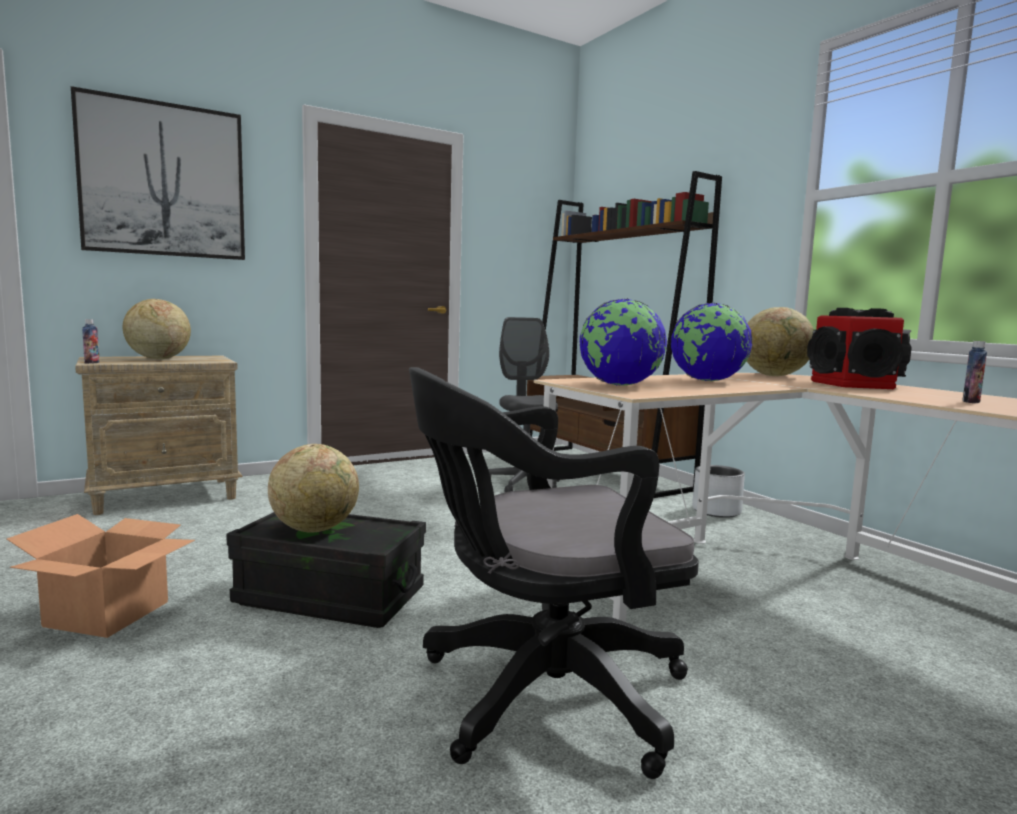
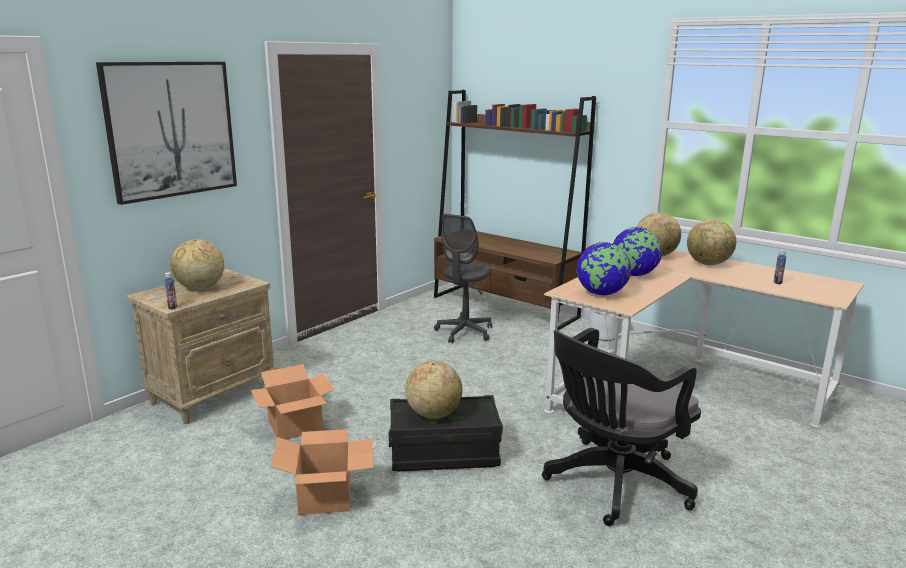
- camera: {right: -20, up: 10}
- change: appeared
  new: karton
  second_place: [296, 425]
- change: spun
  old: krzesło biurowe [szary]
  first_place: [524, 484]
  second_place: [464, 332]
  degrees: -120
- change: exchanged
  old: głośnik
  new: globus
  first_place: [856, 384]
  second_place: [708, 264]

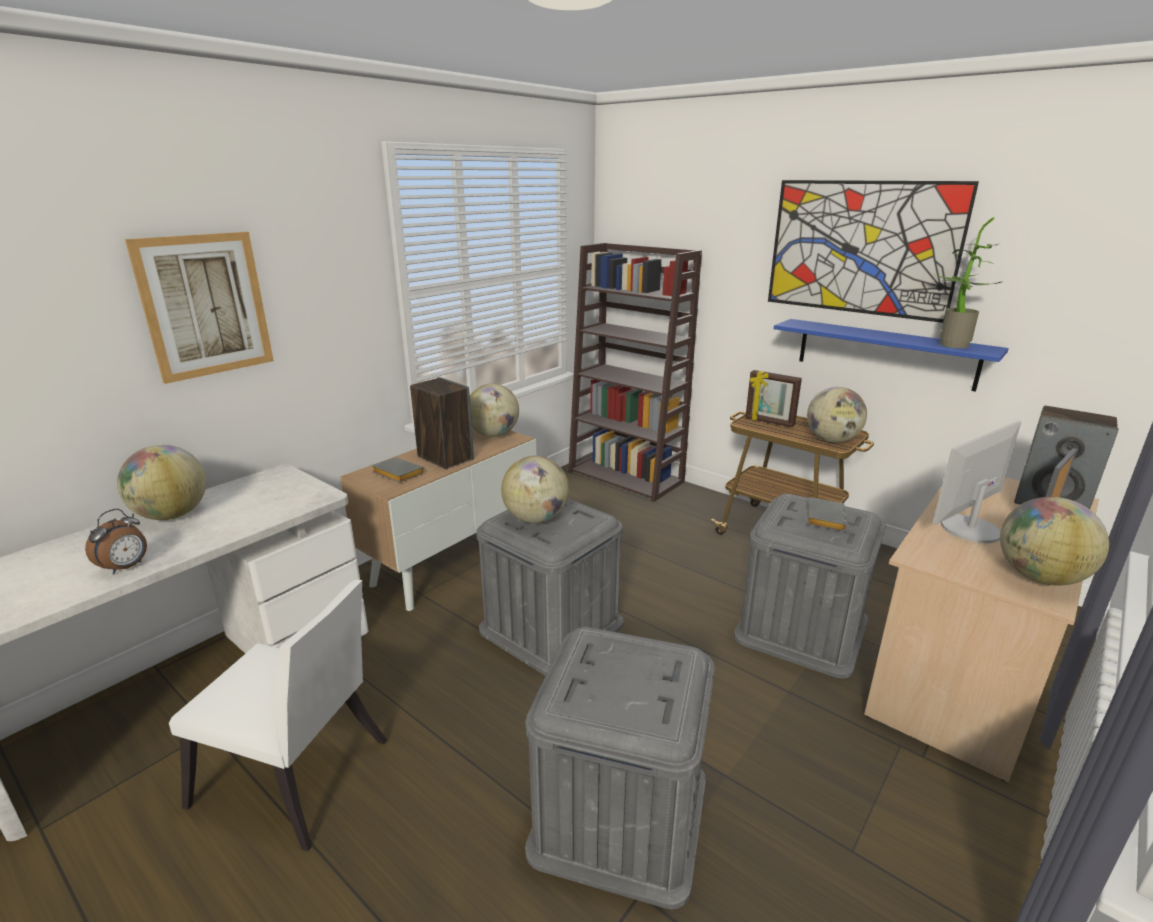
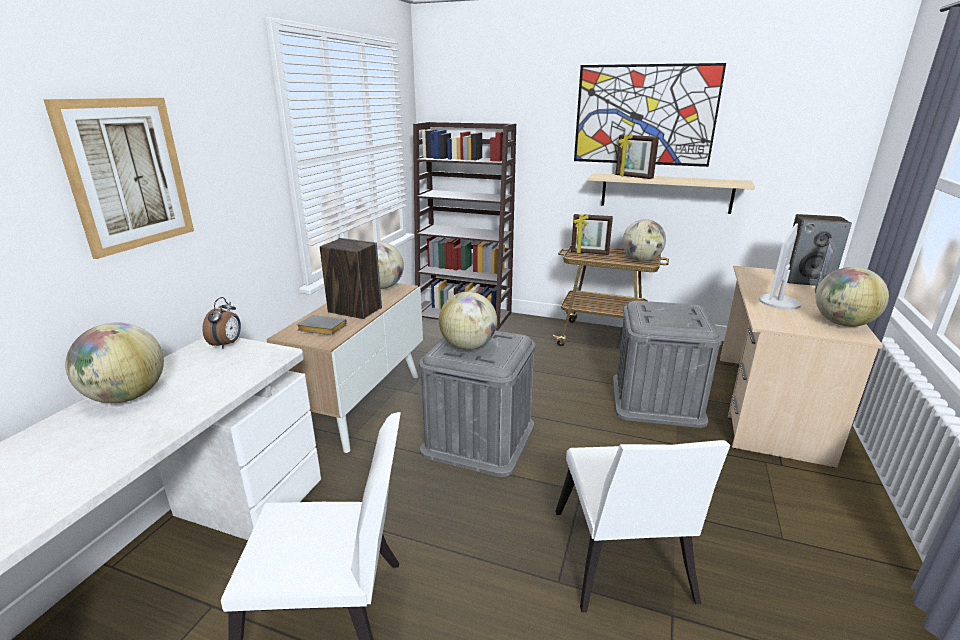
- camera: {right: -20, up: 0}
- change: relocated
  old: budzik
  first_place: [126, 567]
  second_place: [227, 344]
- change: exchanged
  old: pojemnik do przechowywania [szary]
  new: krzesło [biały]
  first_place: [620, 814]
  second_place: [621, 563]
- change: colour
  old: półka [niebieski]
  new: półka [beżowy]
  first_place: [885, 353]
  second_place: [666, 193]
- change: appeared
  new: ramka na zdjęcie
  second_place: [633, 177]
- change: missing
  old: książka [szary]
  first_place: [823, 518]
- change: missing
  old: roślina doniczkowa
  first_place: [949, 345]

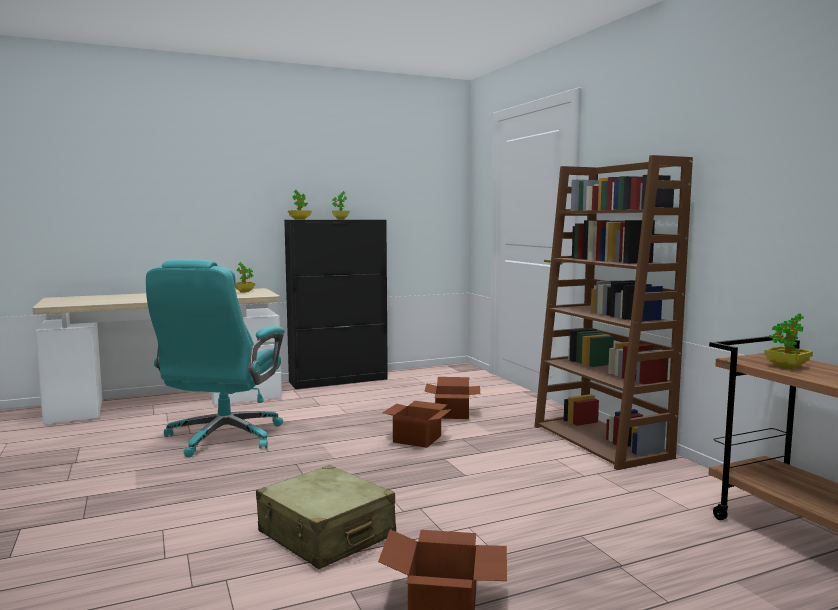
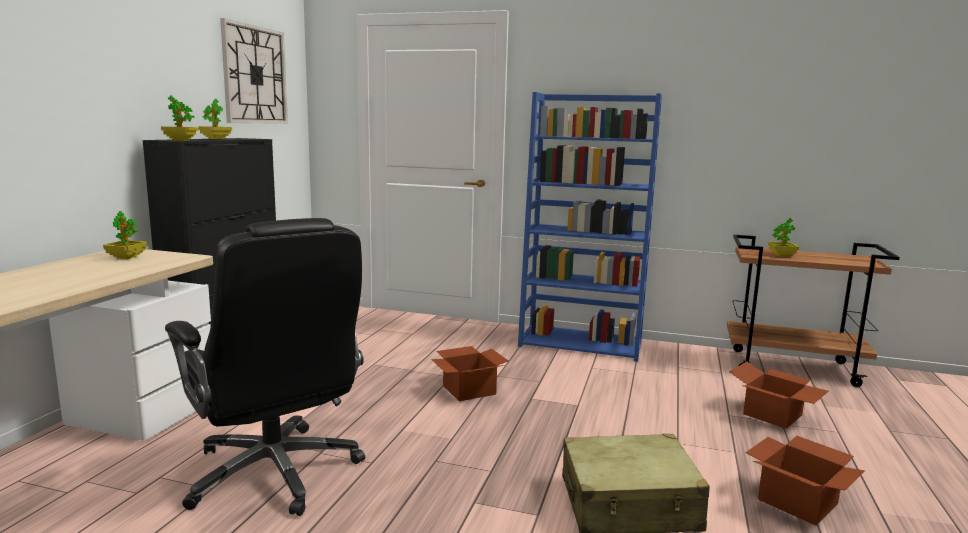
- camera: {right: -50, up: 5}
- change: colour
  old: krzesło biurowe [turkusowy]
  new: krzesło biurowe [czarny]
  first_place: [223, 437]
  second_place: [275, 473]
- change: appeared
  new: zegar ścienny
  second_place: [255, 75]
- change: colour
  old: regał [brązowy]
  new: regał [niebieski]
  first_place: [602, 441]
  second_place: [582, 343]
- change: relocated
  old: karton
  first_place: [451, 414]
  second_place: [773, 415]

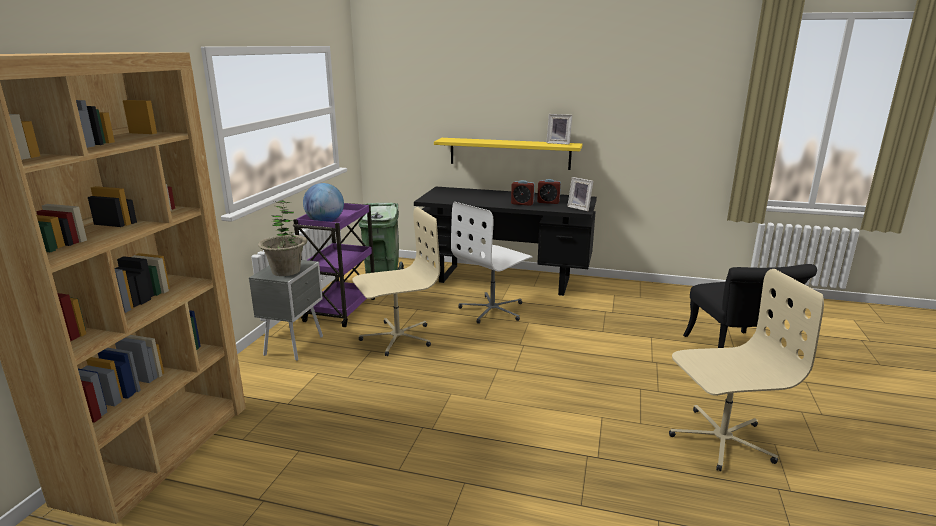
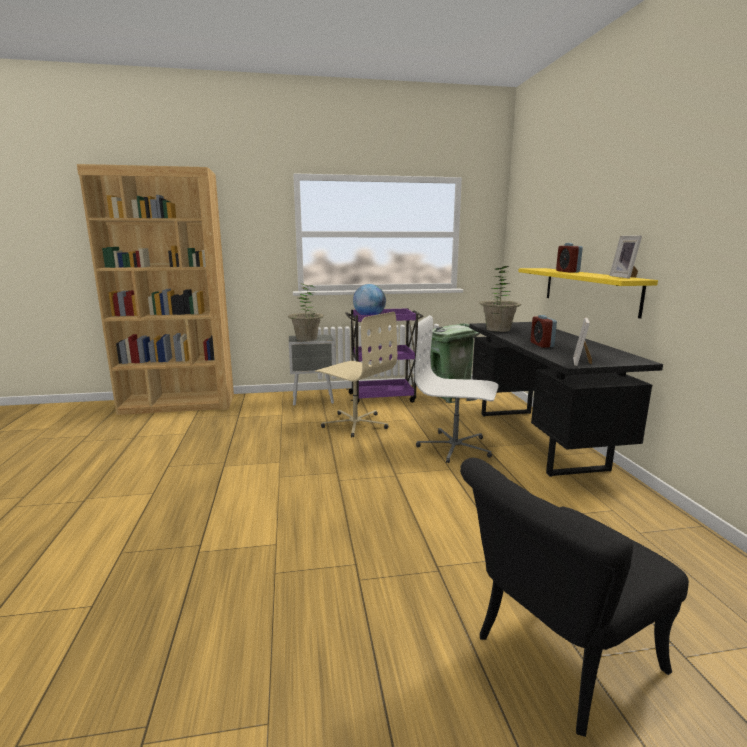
- camera: {right: 65, up: -5}
- change: appeared
  new: roślina doniczkowa
  second_place: [498, 329]
- change: relocated
  old: budzik
  first_place: [548, 202]
  second_place: [567, 271]
- change: missing
  old: krzesło biurowe [beżowy]
  first_place: [721, 439]

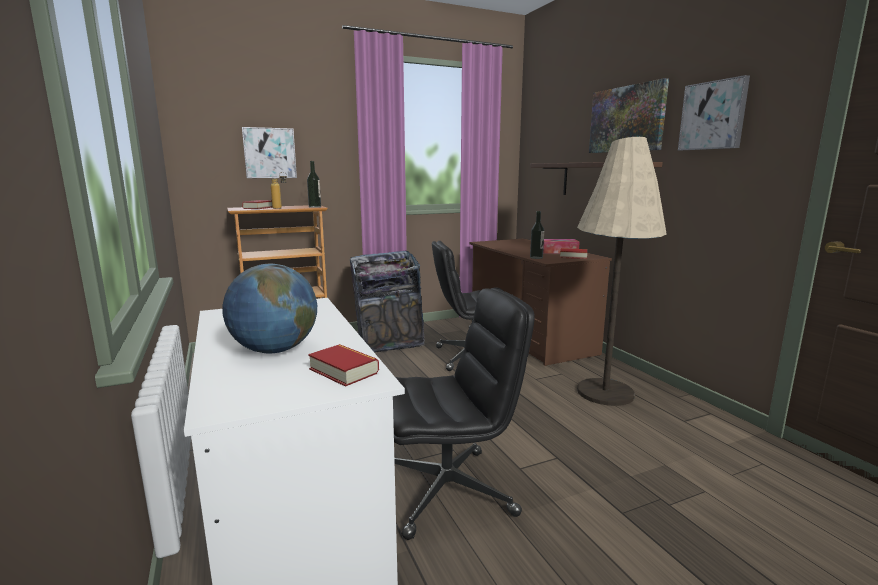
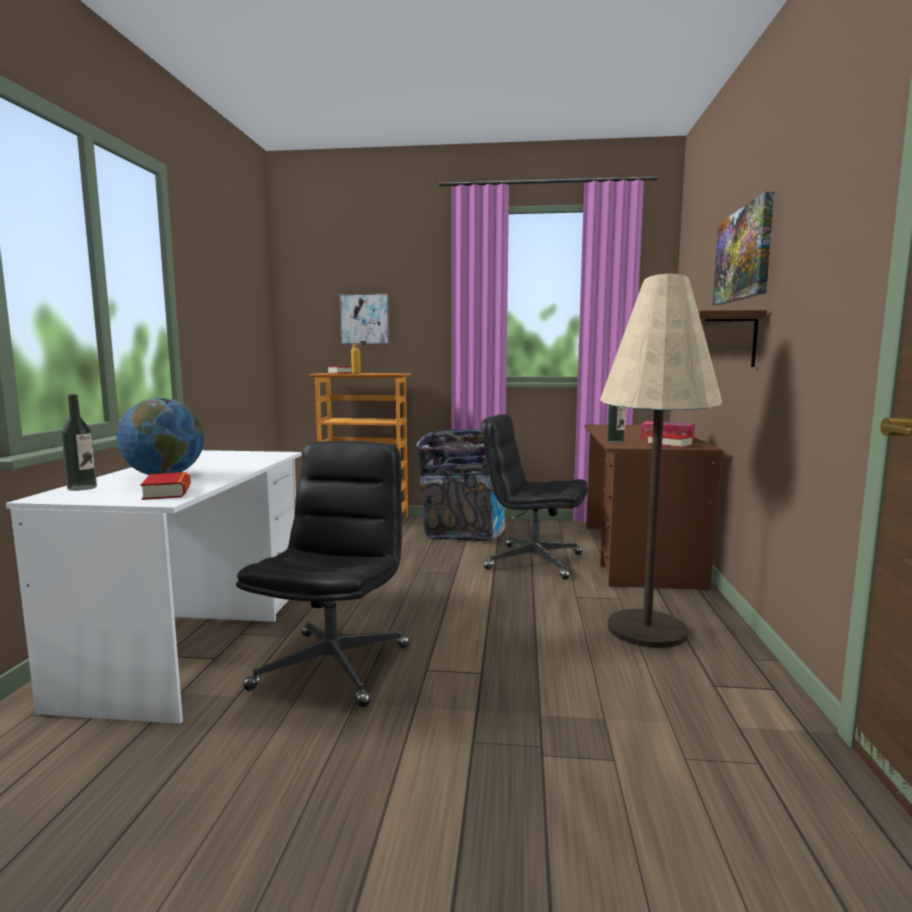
- camera: {right: 30, up: -5}
- change: relocated
  old: butelka
  first_place: [315, 207]
  second_place: [82, 488]
- change: spun
  old: krzesło biurowe [czarny]
  first_place: [448, 490]
  second_place: [333, 666]
  degrees: -90
- change: missing
  old: obraz
  first_place: [713, 115]

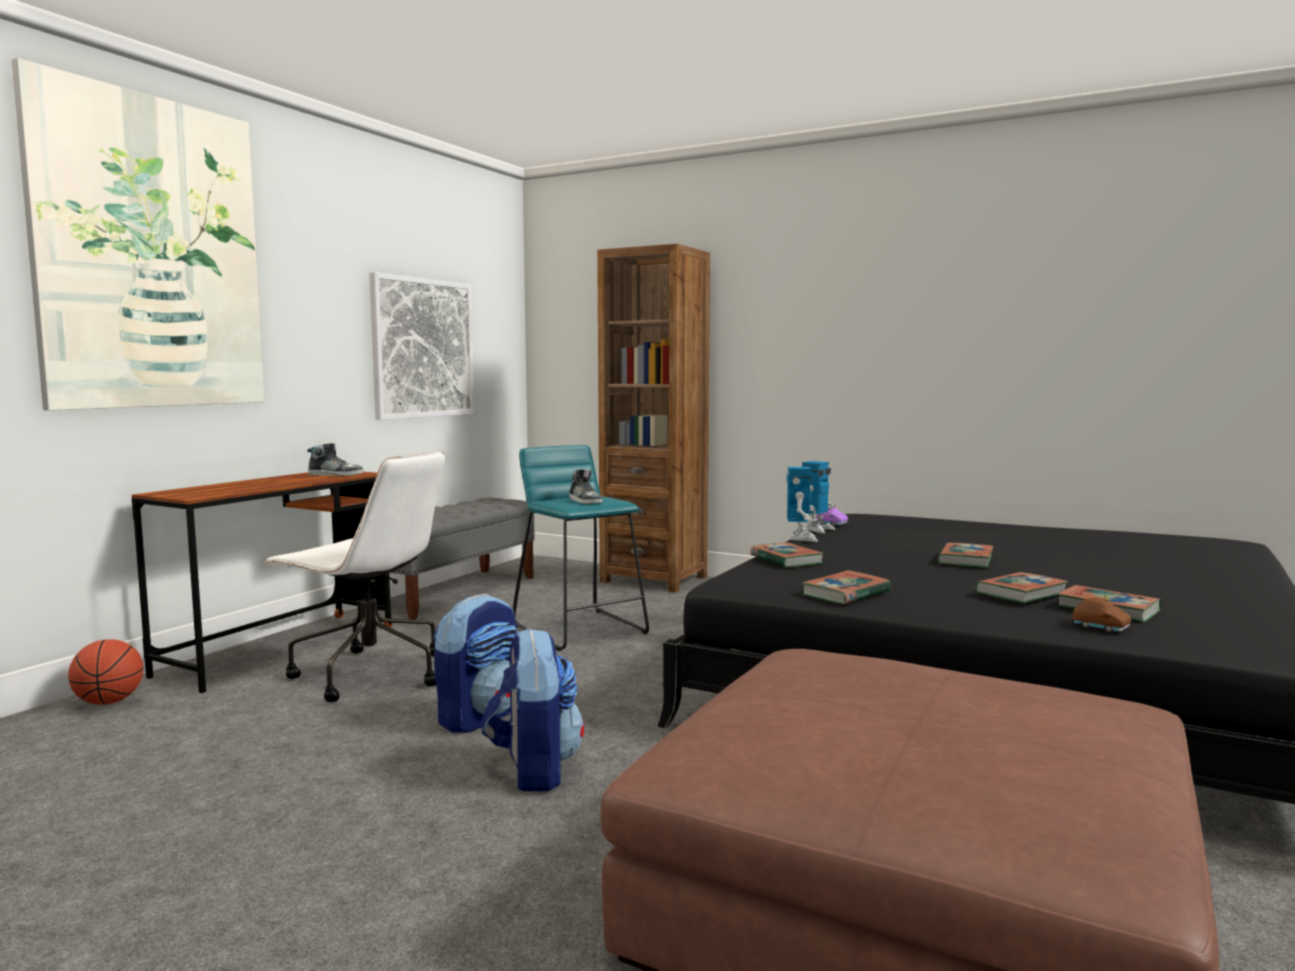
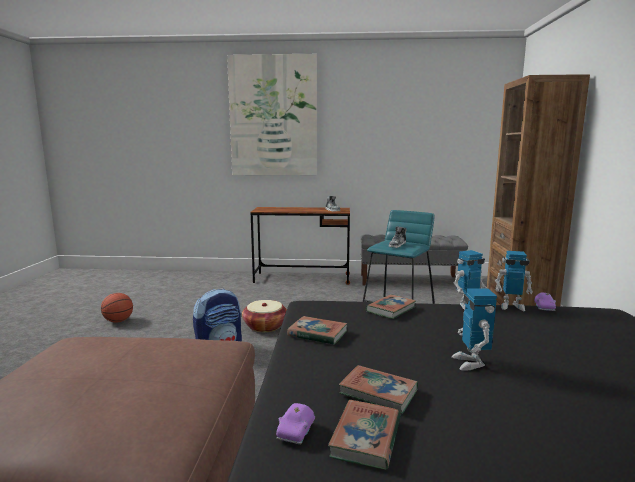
- camera: {right: 65, up: 5}
- change: relocated
  old: piłka do koszykówki
  first_place: [109, 702]
  second_place: [118, 321]
- change: exchanged
  old: plecak
  new: koszyk
  first_place: [480, 717]
  second_place: [265, 326]
- change: colour
  old: samochodzik [brązowy]
  new: samochodzik [fioletowy]
  first_place: [1100, 627]
  second_place: [296, 432]
- change: exchanged
  old: książka
  new: robot zabawkowy
  first_place: [965, 560]
  second_place: [471, 363]
- change: missing
  old: krzesło biurowe [biały]
  first_place: [368, 674]
- change: missing
  old: obraz
  first_place: [423, 348]

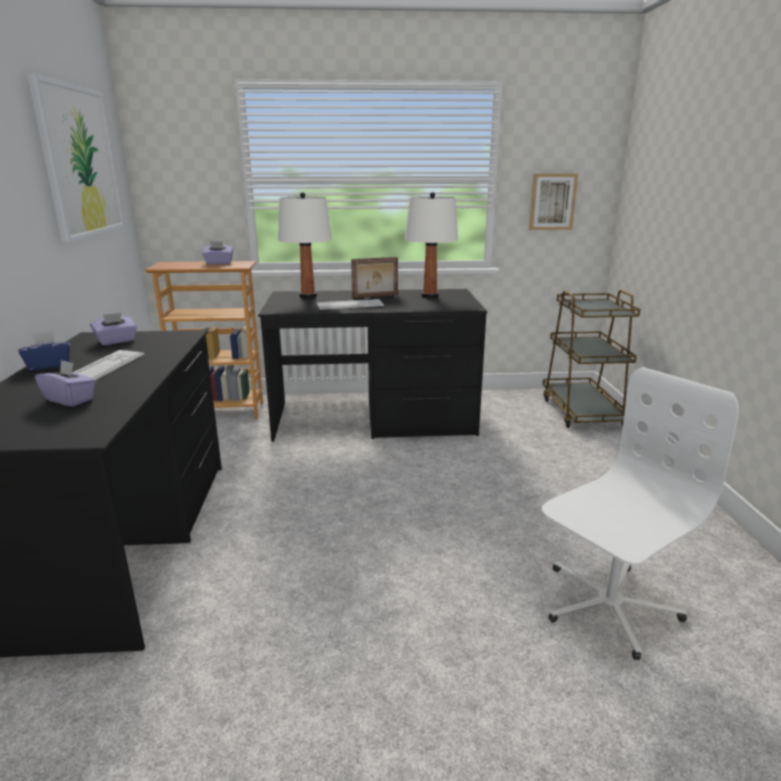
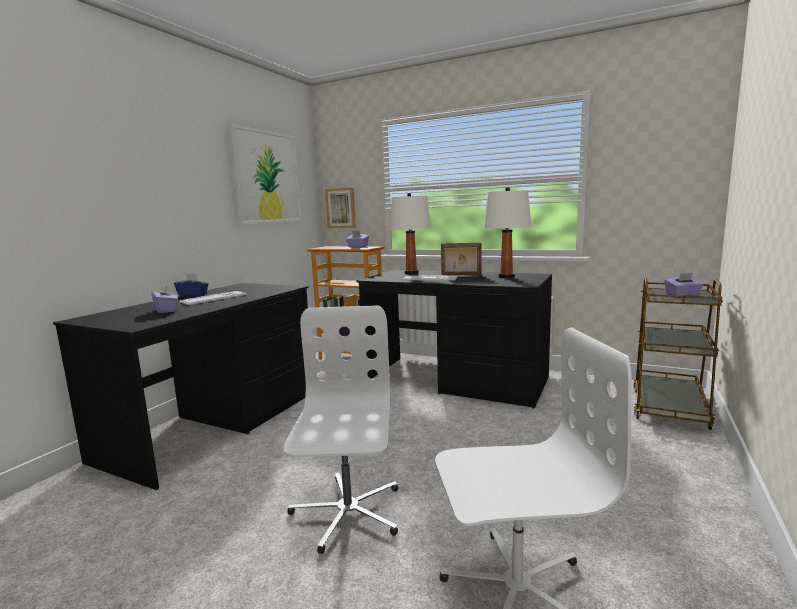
- camera: {right: 30, up: -10}
- change: appeared
  new: krzesło biurowe [biały]
  second_place: [347, 512]
- change: relocated
  old: obraz
  first_place: [552, 202]
  second_place: [341, 208]
- change: relocated
  old: pudełko chusteczek [fioletowy]
  first_place: [116, 341]
  second_place: [682, 295]

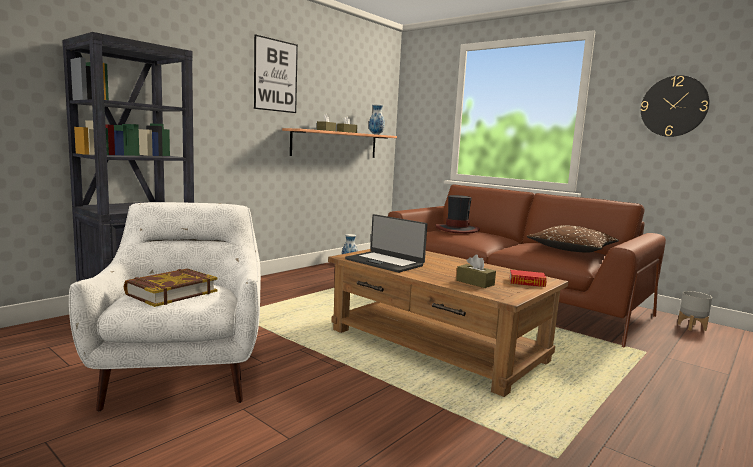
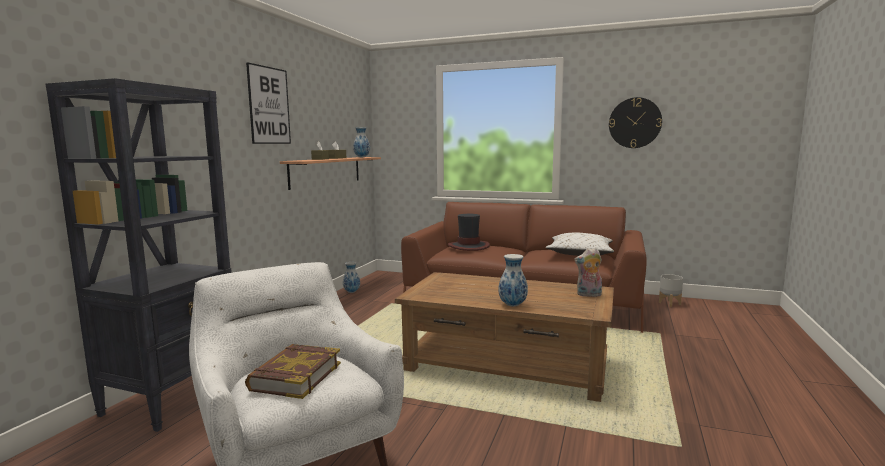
- camera: {right: -20, up: 0}
- change: appeared
  new: wazon
  second_place: [512, 305]
- change: colour
  old: poduszka [brązowy]
  new: poduszka [biały]
  first_place: [571, 250]
  second_place: [580, 254]
- change: exchanged
  old: książka
  new: pluszak
  first_place: [527, 282]
  second_place: [588, 295]
- change: missing
  old: laptop
  first_place: [385, 262]
- change: missing
  old: pudełko chusteczek [brązowy]
  first_place: [475, 282]

